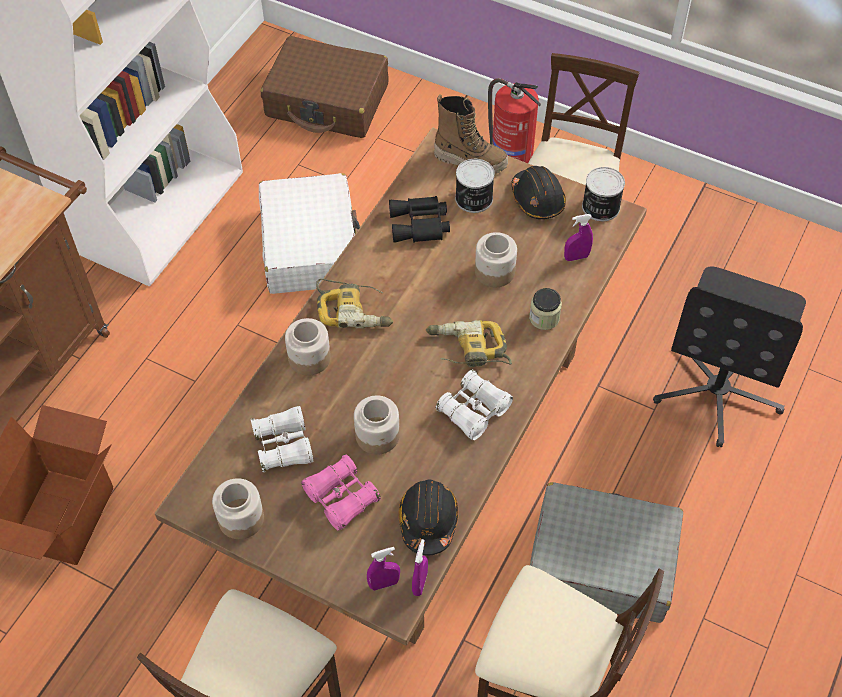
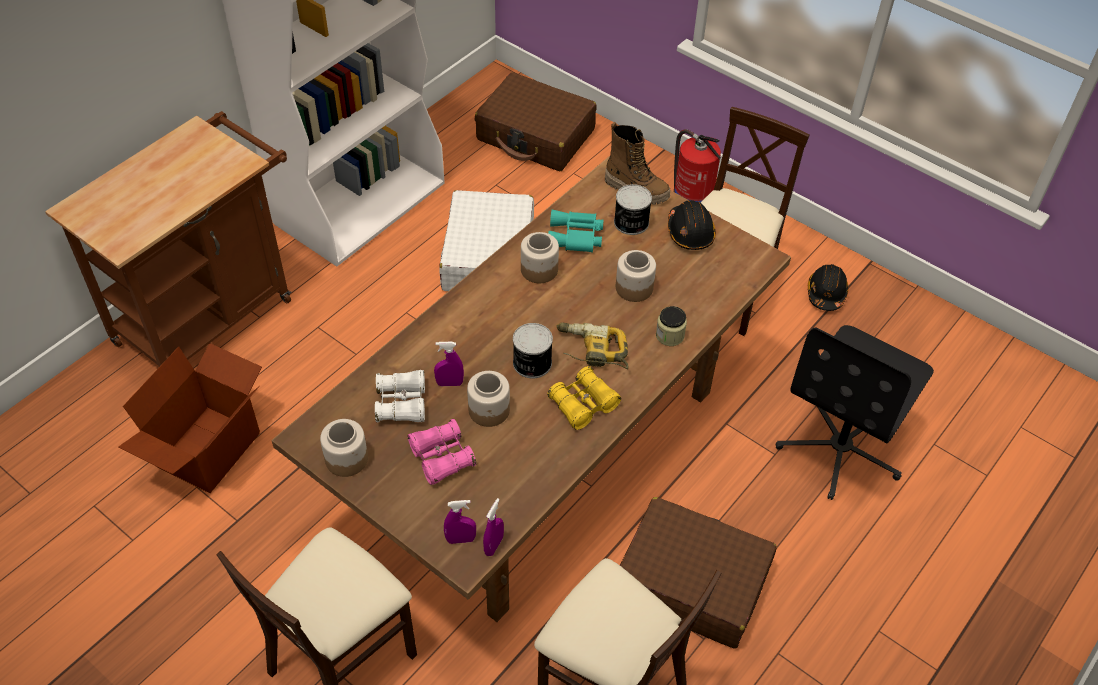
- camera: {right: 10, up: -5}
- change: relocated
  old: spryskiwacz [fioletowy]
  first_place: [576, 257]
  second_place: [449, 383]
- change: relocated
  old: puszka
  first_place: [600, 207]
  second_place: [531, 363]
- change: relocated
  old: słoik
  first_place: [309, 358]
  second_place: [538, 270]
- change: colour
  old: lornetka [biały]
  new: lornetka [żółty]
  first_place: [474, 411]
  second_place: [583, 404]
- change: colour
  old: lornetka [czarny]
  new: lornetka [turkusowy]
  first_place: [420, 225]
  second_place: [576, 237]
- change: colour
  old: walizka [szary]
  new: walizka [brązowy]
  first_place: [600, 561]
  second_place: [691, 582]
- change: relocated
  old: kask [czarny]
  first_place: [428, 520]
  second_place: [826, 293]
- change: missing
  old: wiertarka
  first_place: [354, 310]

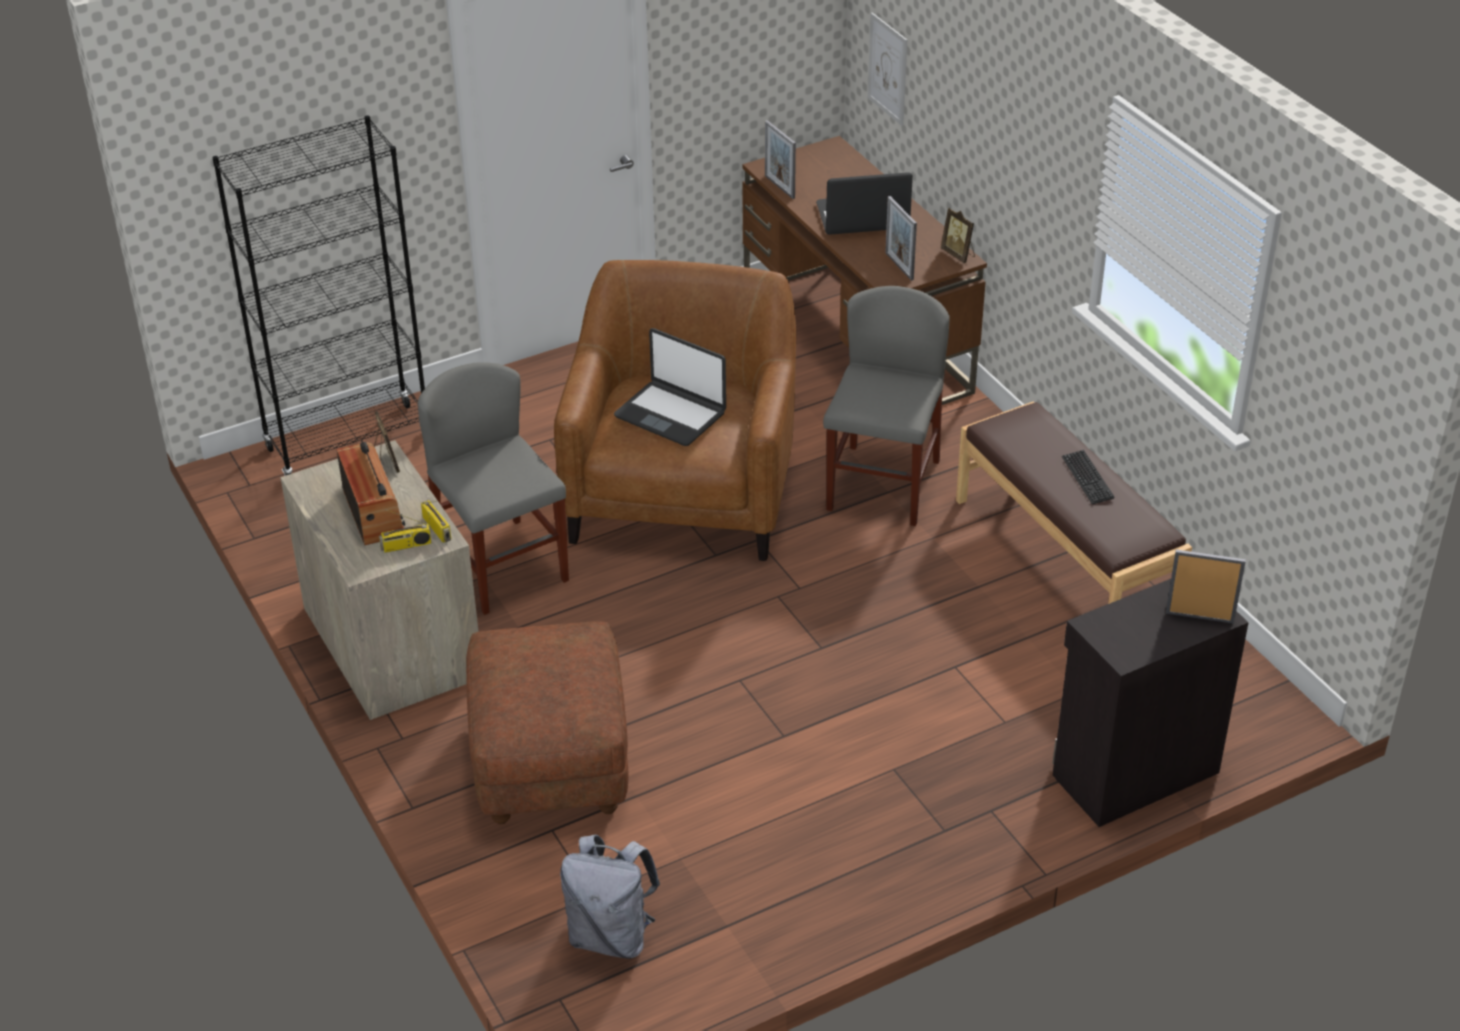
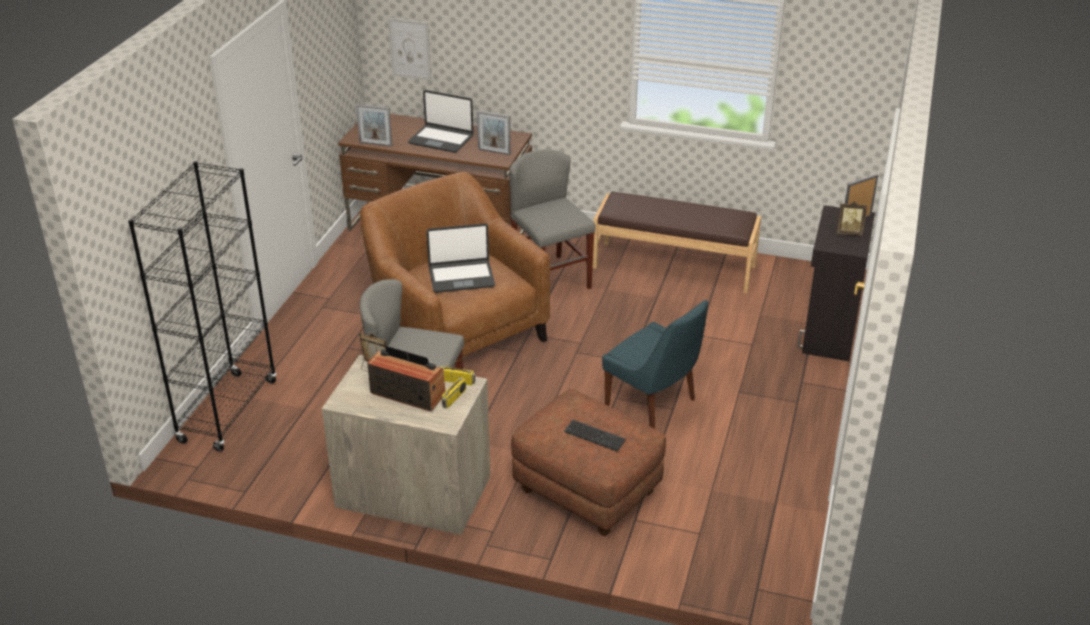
- camera: {right: -45, up: -5}
- change: spun
  old: laptop
  first_place: [862, 218]
  second_place: [441, 139]
  degrees: -105
- change: relocated
  old: klawiatura
  first_place: [1087, 478]
  second_place: [594, 436]
- change: appeared
  new: krzesło [niebieski]
  second_place: [653, 404]
- change: relocated
  old: ramka na zdjęcie
  first_place: [959, 254]
  second_place: [849, 232]
- change: missing
  old: plecak [szary]
  first_place: [611, 936]

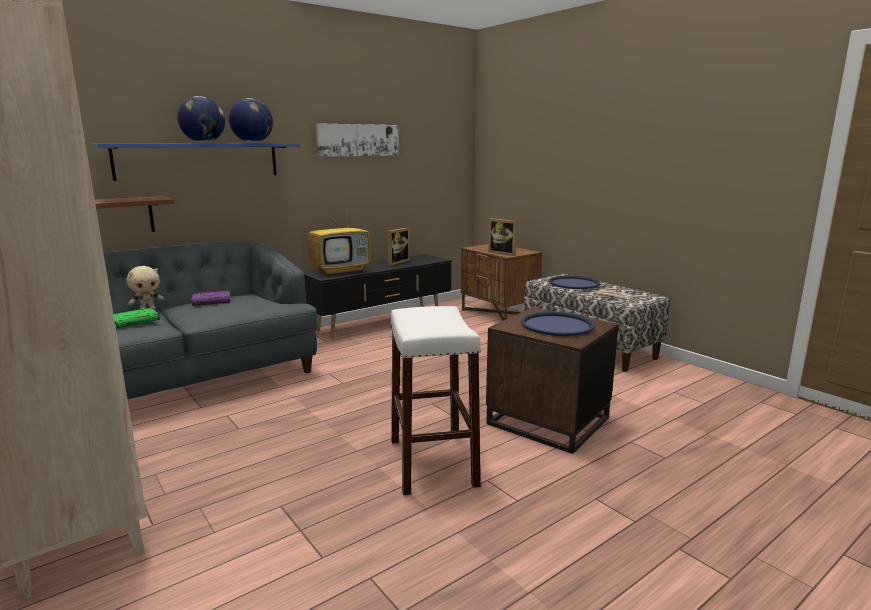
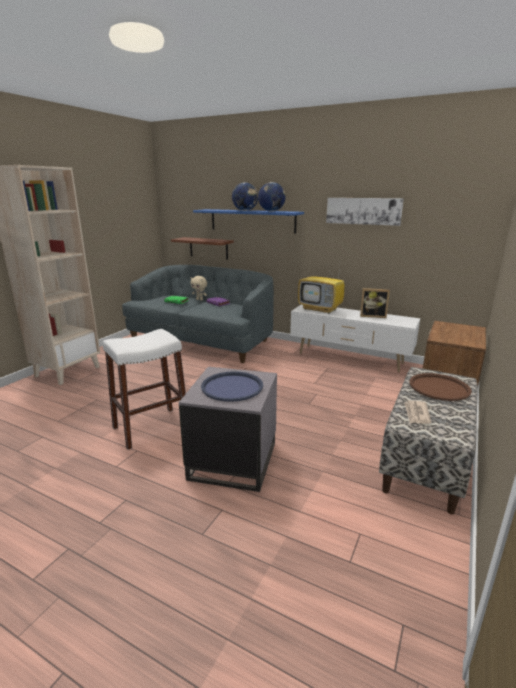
- camera: {right: 65, up: 5}
- change: colour
  old: stolik [brązowy]
  new: stolik [szary]
  first_place: [547, 421]
  second_place: [232, 460]
- change: colour
  old: szafka pod telewizor [czarny]
  new: szafka pod telewizor [biały]
  first_place: [381, 322]
  second_place: [350, 358]
- change: colour
  old: taca [niebieski]
  new: taca [brązowy]
  first_place: [574, 283]
  second_place: [439, 387]
- change: missing
  old: ramka na zdjęcie
  first_place: [503, 253]

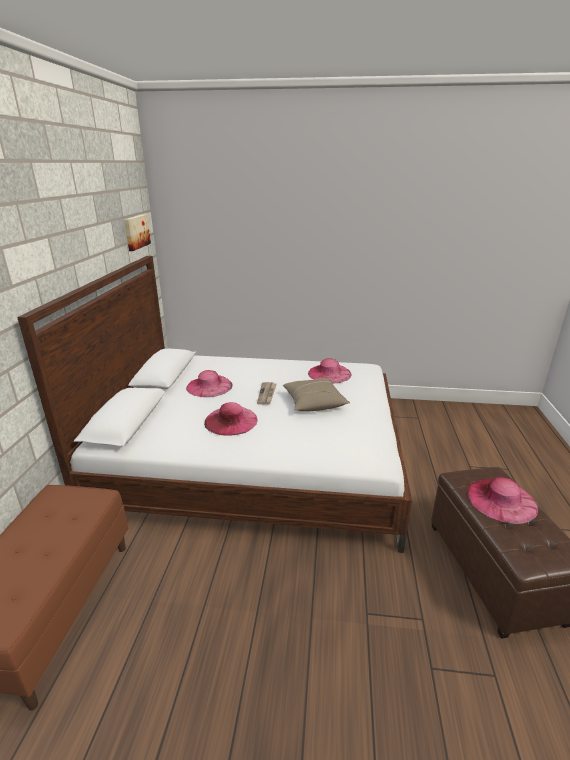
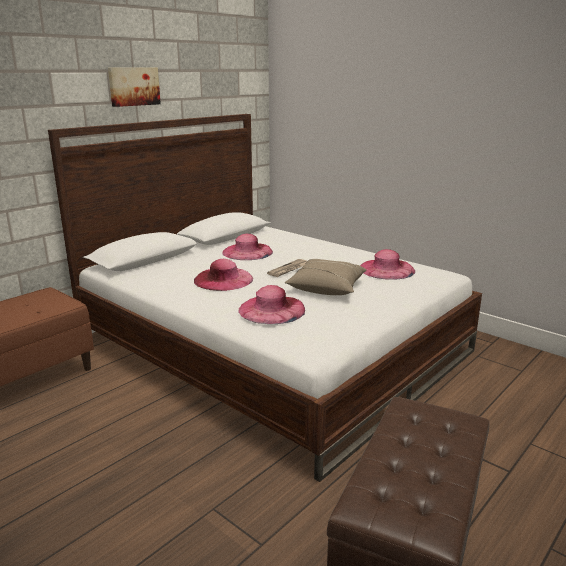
- camera: {right: 35, up: -5}
- change: relocated
  old: obraz
  first_place: [136, 232]
  second_place: [133, 86]
- change: relocated
  old: kapelusz [różowy]
  first_place: [501, 500]
  second_place: [272, 309]

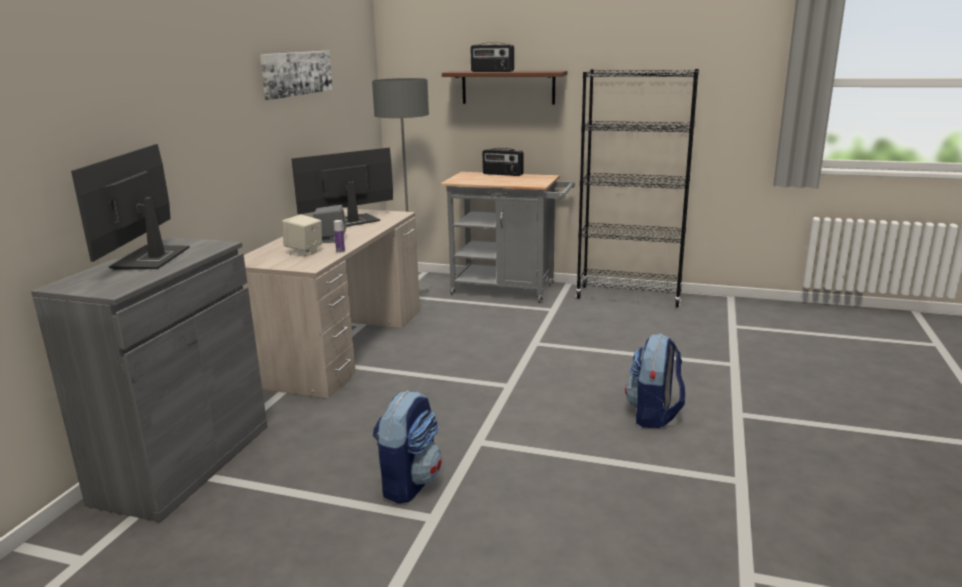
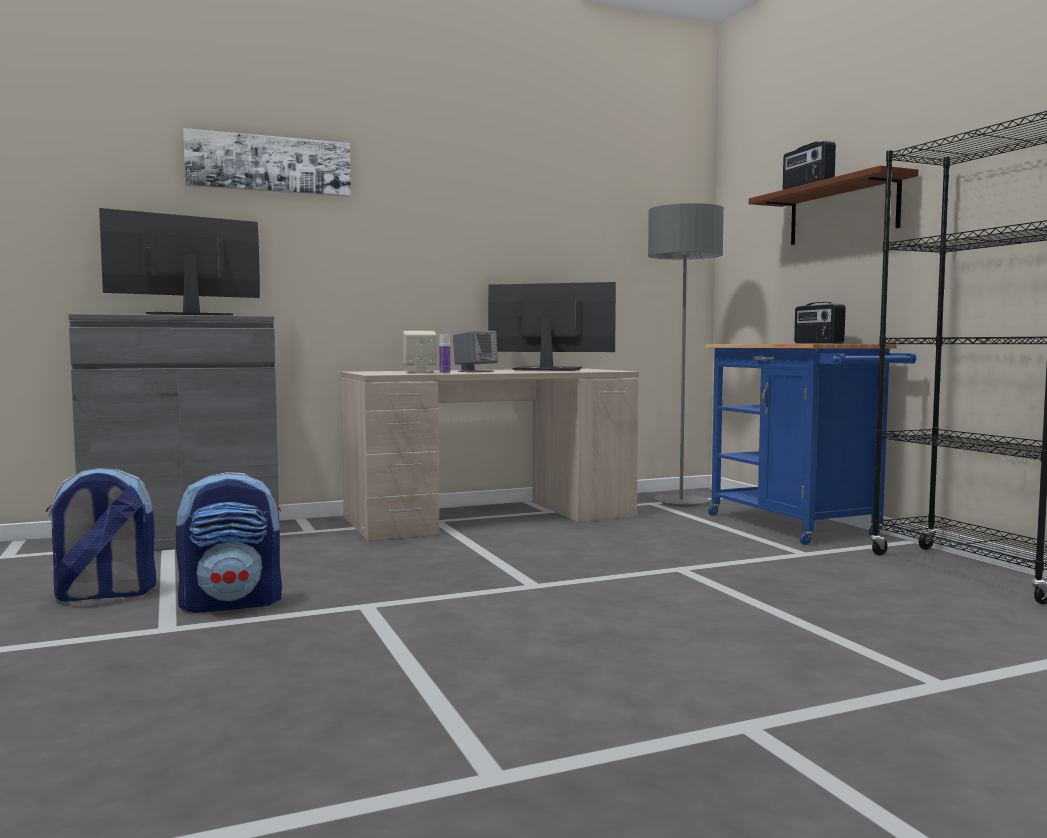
- camera: {right: 50, up: -15}
- change: relocated
  old: plecak
  first_place: [654, 415]
  second_place: [103, 594]
- change: relocated
  old: obraz
  first_place: [296, 73]
  second_place: [269, 164]
- change: colour
  old: wózek [szary]
  new: wózek [niebieski]
  first_place: [509, 290]
  second_place: [798, 527]

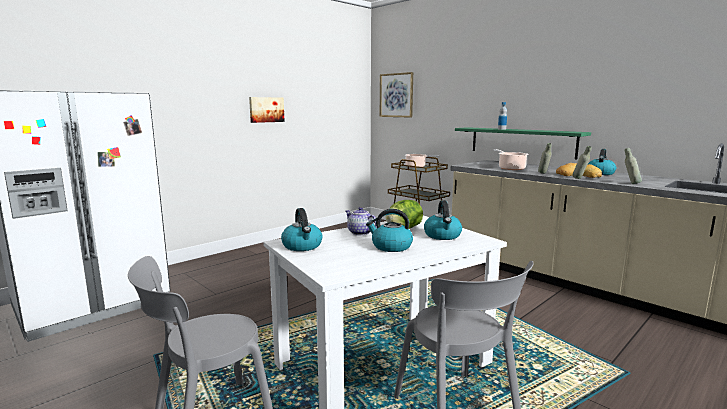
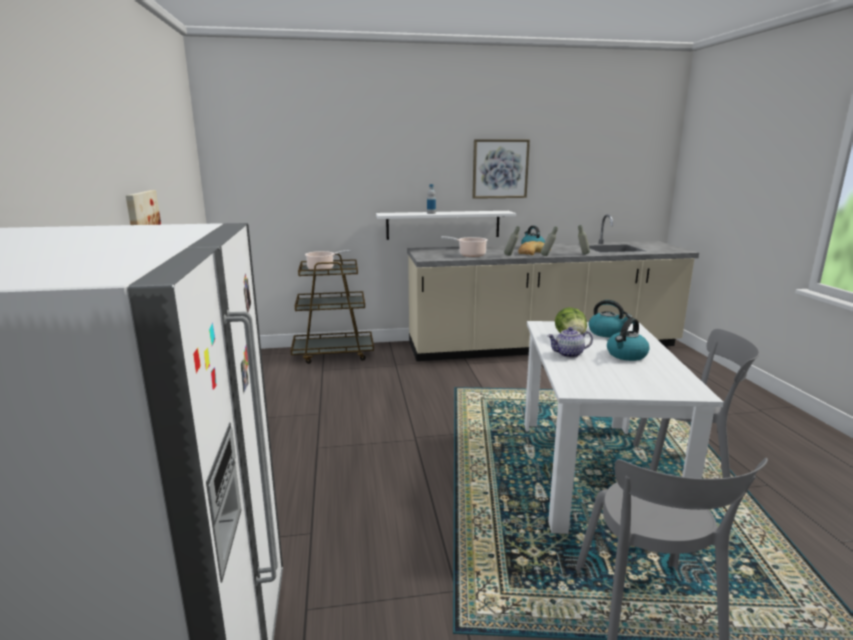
- camera: {right: -55, up: 5}
- change: colour
  old: półka [zielony]
  new: półka [biały]
  first_place: [521, 142]
  second_place: [443, 225]
- change: relocated
  old: obraz
  first_place: [396, 95]
  second_place: [500, 169]
- change: missing
  old: czajnik
  first_place: [302, 246]

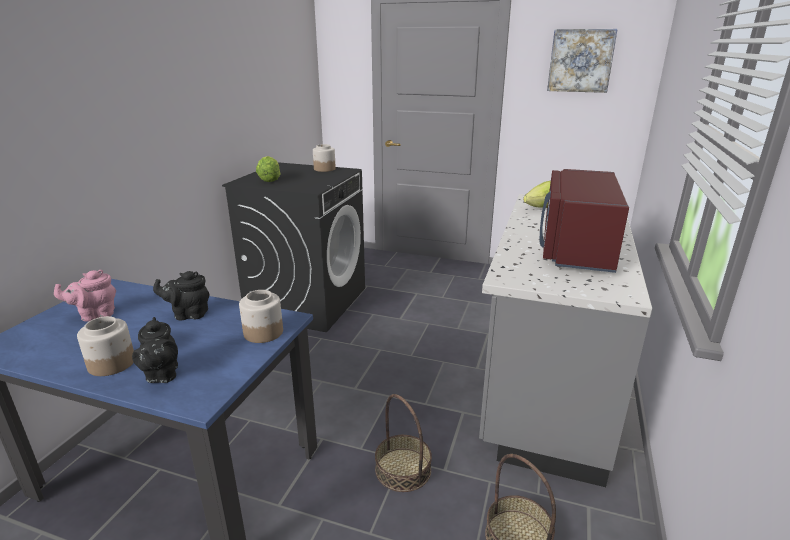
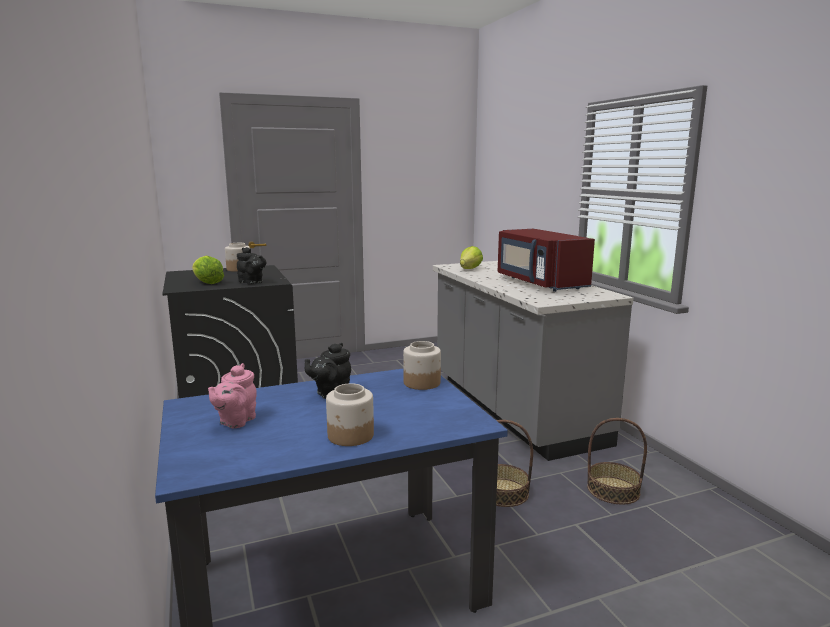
- camera: {right: -40, up: -10}
- change: relocated
  old: imbryk [czarny]
  first_place: [162, 375]
  second_place: [252, 282]
- change: missing
  old: obraz
  first_place: [580, 61]

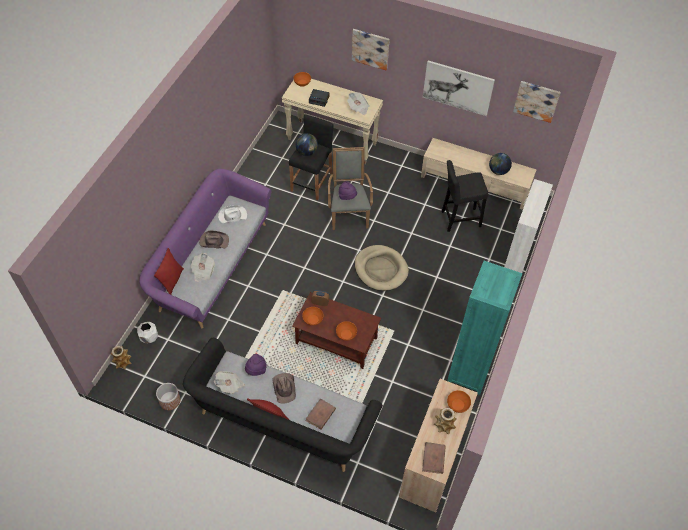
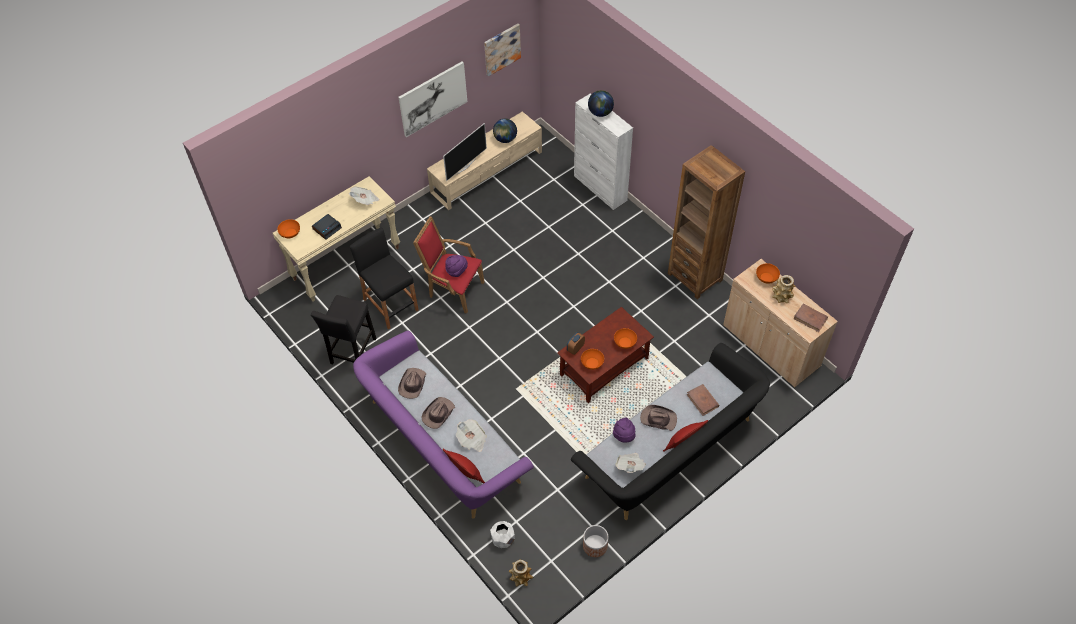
- camera: {right: -60, up: 0}
- change: relocated
  old: stołek [czarny]
  first_place: [458, 219]
  second_place: [352, 353]
- change: colour
  old: kapelusz [biały]
  new: kapelusz [brązowy]
  first_place: [232, 216]
  second_place: [412, 384]
- change: colour
  old: fotel [szary]
  new: fotel [czerwony]
  first_place: [348, 212]
  second_place: [453, 289]
- change: appeared
  new: telewizor
  second_place: [465, 166]
- change: relocated
  old: globus
  first_place: [307, 152]
  second_place: [600, 112]
- change: colour
  old: regał [turkusowy]
  new: regał [brązowy]
  first_place: [469, 371]
  second_place: [695, 277]
- change: missing
  old: obraz
  first_place: [370, 48]
- change: missing
  old: legowisko [beżowy]
  first_place: [381, 269]

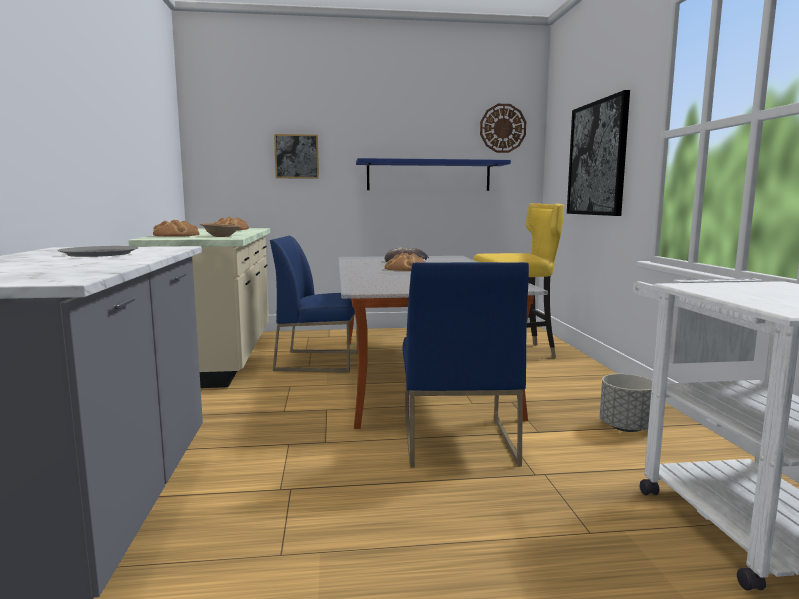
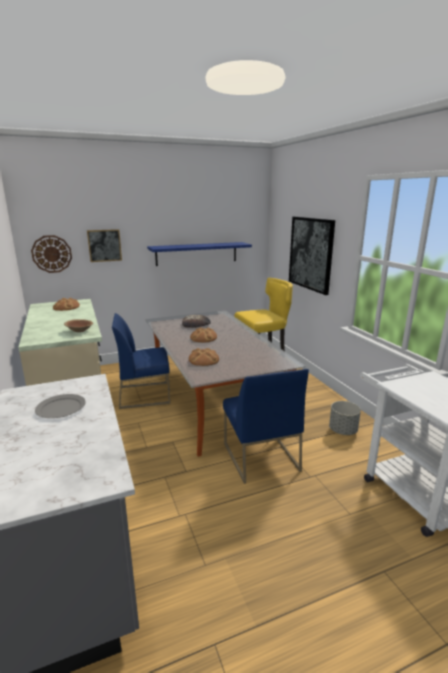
- camera: {right: -15, up: 10}
- change: relocated
  old: zegar ścienny
  first_place: [502, 128]
  second_place: [52, 254]
- change: relocated
  old: chleb
  first_place: [176, 235]
  second_place: [203, 359]

